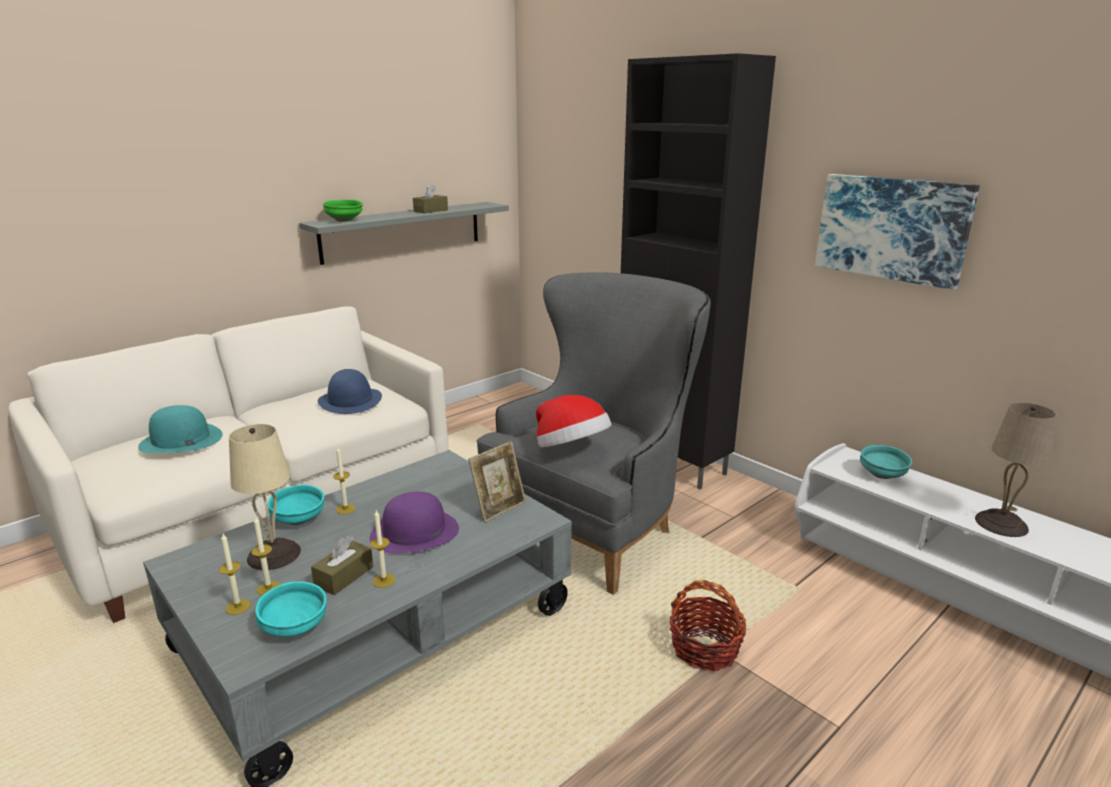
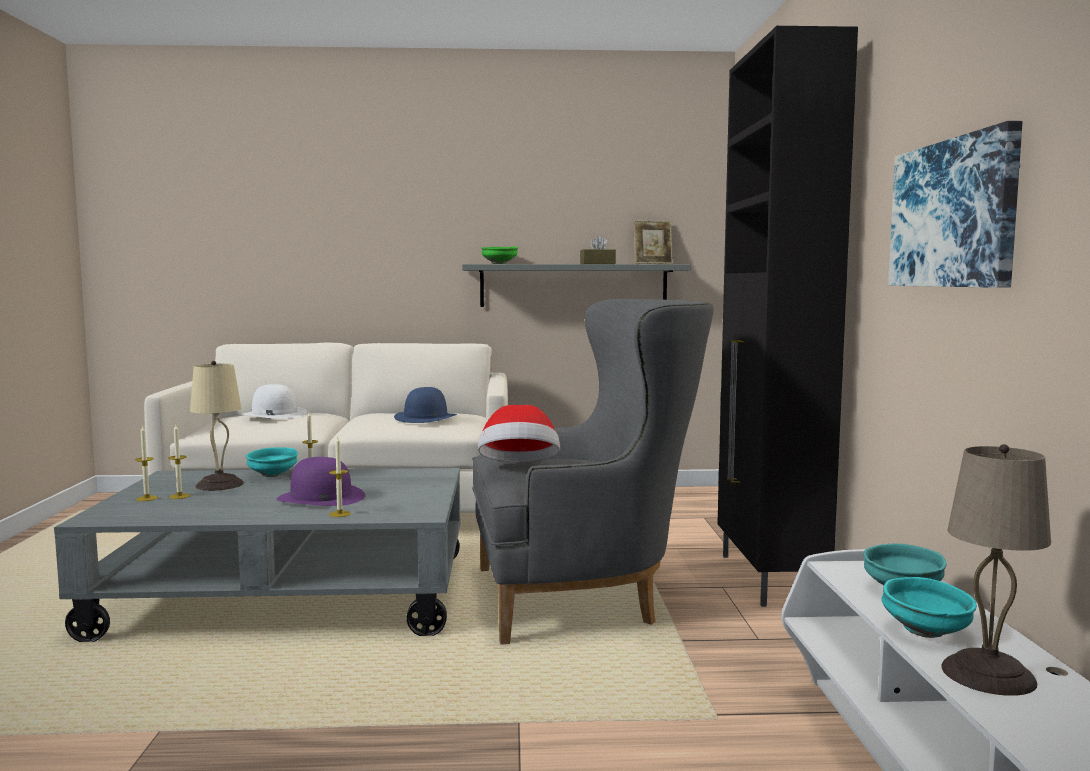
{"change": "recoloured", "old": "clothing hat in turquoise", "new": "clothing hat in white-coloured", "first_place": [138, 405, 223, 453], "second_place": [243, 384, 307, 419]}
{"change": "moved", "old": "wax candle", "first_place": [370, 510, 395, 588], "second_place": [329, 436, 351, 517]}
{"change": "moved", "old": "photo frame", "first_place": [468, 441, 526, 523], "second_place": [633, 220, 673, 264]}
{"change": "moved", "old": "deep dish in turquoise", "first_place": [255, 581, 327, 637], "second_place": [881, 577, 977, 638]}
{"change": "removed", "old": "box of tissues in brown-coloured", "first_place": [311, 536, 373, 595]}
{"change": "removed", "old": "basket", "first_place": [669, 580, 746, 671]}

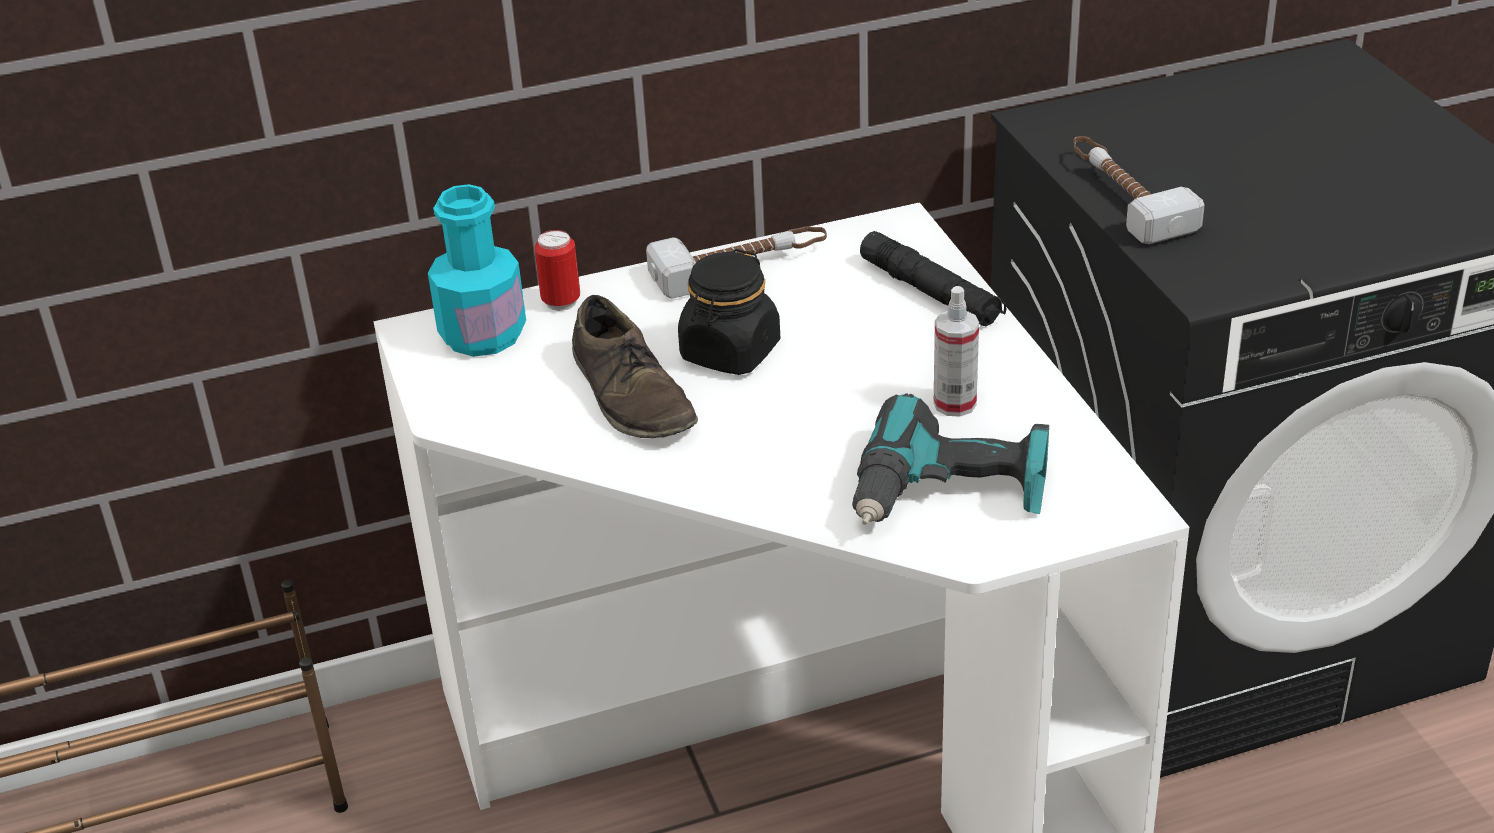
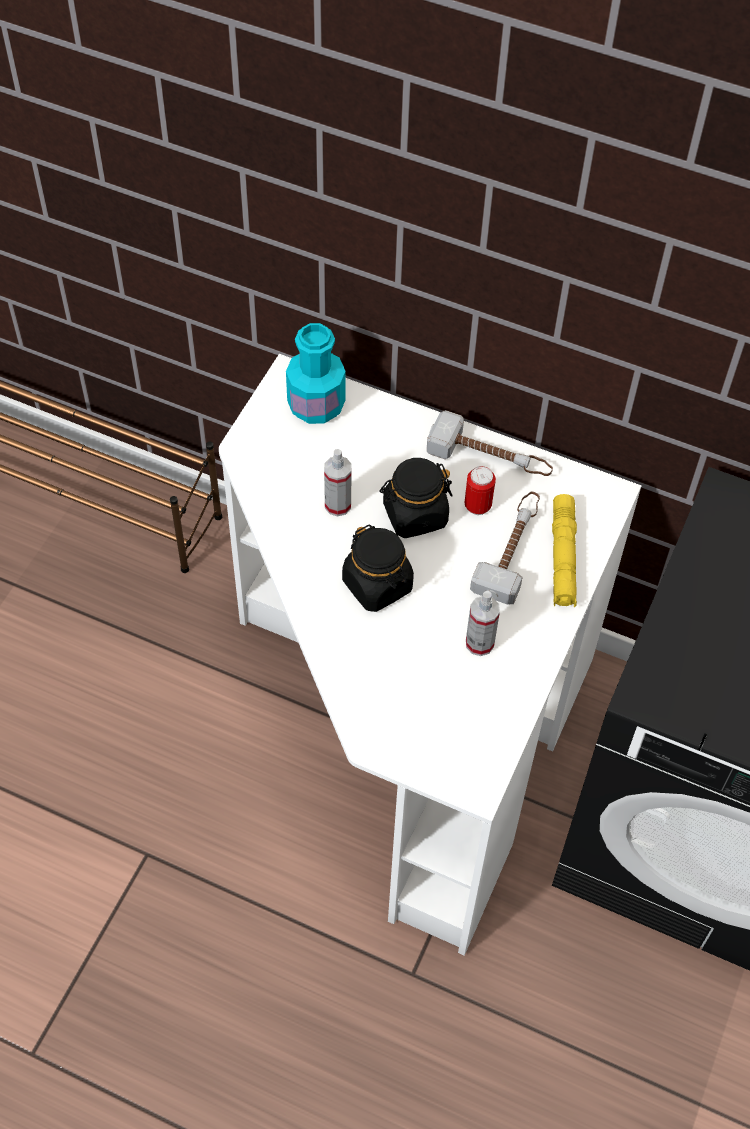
{"change": "replaced", "old": "shoe in brown-coloured", "new": "sprayer", "first_place": [572, 295, 698, 438], "second_place": [324, 449, 352, 517]}
{"change": "added", "new": "preserve jar in blackish", "second_place": [342, 524, 414, 612]}
{"change": "moved", "old": "can", "first_place": [534, 230, 580, 311], "second_place": [464, 466, 496, 515]}
{"change": "moved", "old": "hammer", "first_place": [1074, 136, 1205, 244], "second_place": [470, 492, 540, 605]}
{"change": "recoloured", "old": "hand torch in blackish", "new": "hand torch in yellow-coloured", "first_place": [860, 231, 1007, 326], "second_place": [552, 494, 577, 607]}
{"change": "removed", "old": "power drill", "first_place": [852, 393, 1049, 525]}

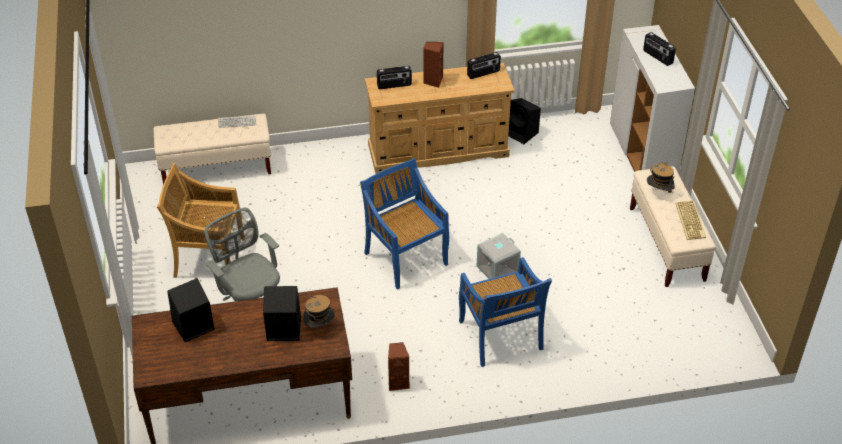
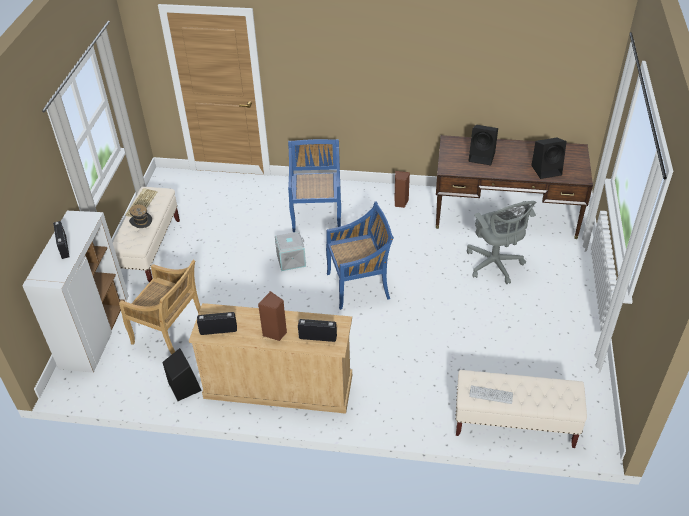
{"change": "moved", "old": "chair in beige", "first_place": [157, 163, 244, 278], "second_place": [119, 260, 201, 355]}
{"change": "turned", "old": "chair in blue-coloured", "first_place": [360, 158, 449, 290], "second_place": [326, 201, 394, 310], "degrees": -90}
{"change": "removed", "old": "clothing hat", "first_place": [303, 294, 335, 328]}

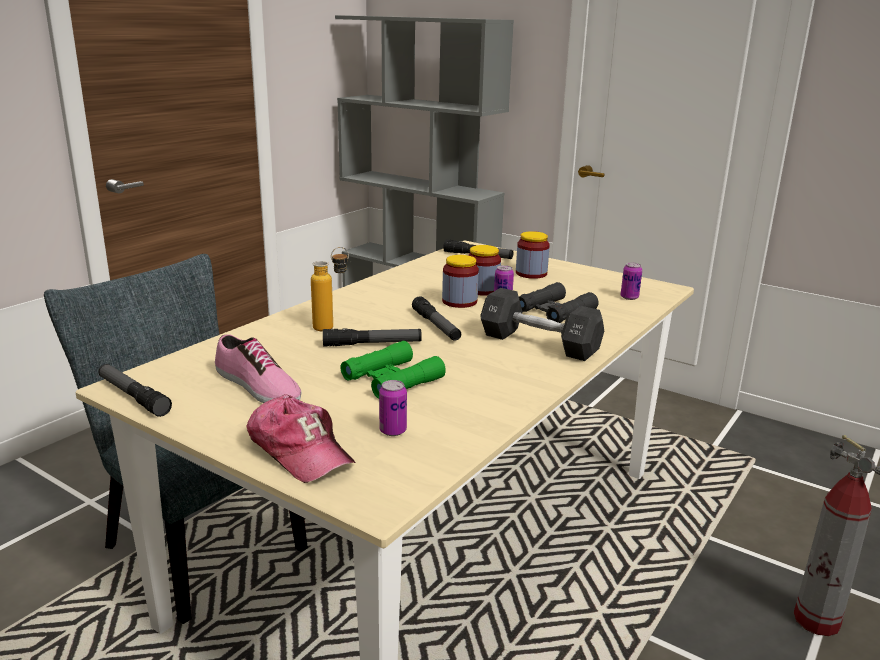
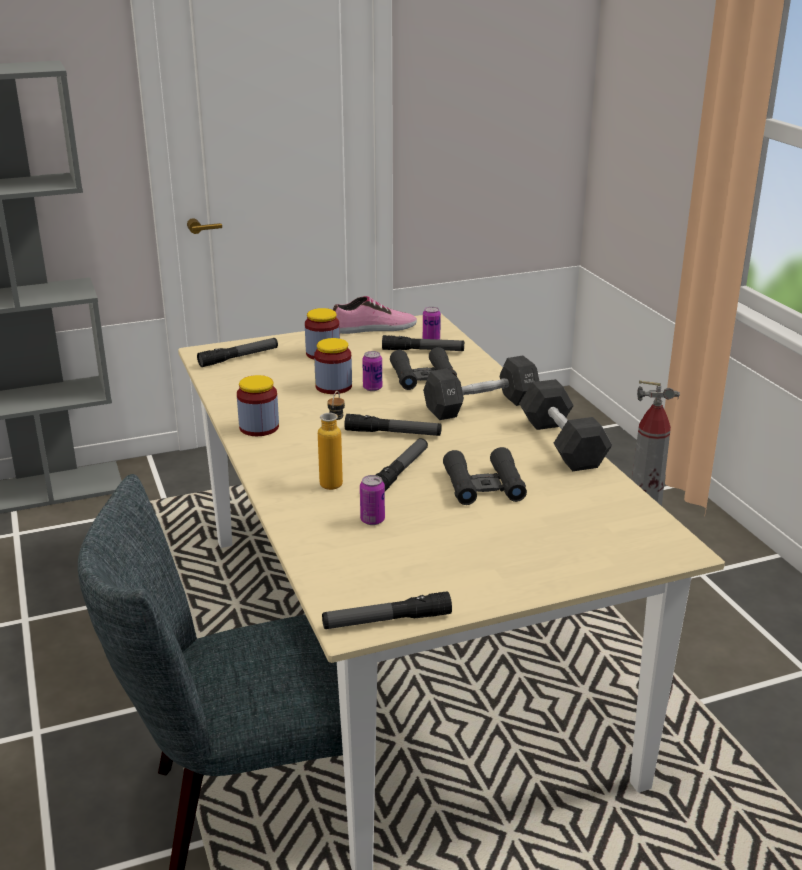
{"change": "moved", "old": "preserve jar", "first_place": [442, 255, 479, 308], "second_place": [237, 375, 279, 436]}
{"change": "moved", "old": "shoe", "first_place": [215, 334, 301, 403], "second_place": [333, 296, 417, 334]}
{"change": "moved", "old": "can", "first_place": [379, 380, 407, 436], "second_place": [360, 475, 385, 525]}
{"change": "added", "new": "hand torch", "second_place": [382, 335, 464, 351]}
{"change": "recoloured", "old": "pair of binoculars in green-coloured", "new": "pair of binoculars in blackish", "first_place": [340, 341, 446, 398], "second_place": [443, 447, 527, 505]}
{"change": "added", "new": "dumbbell in blackish", "second_place": [519, 379, 612, 471]}
{"change": "removed", "old": "peaked cap", "first_place": [246, 394, 355, 483]}

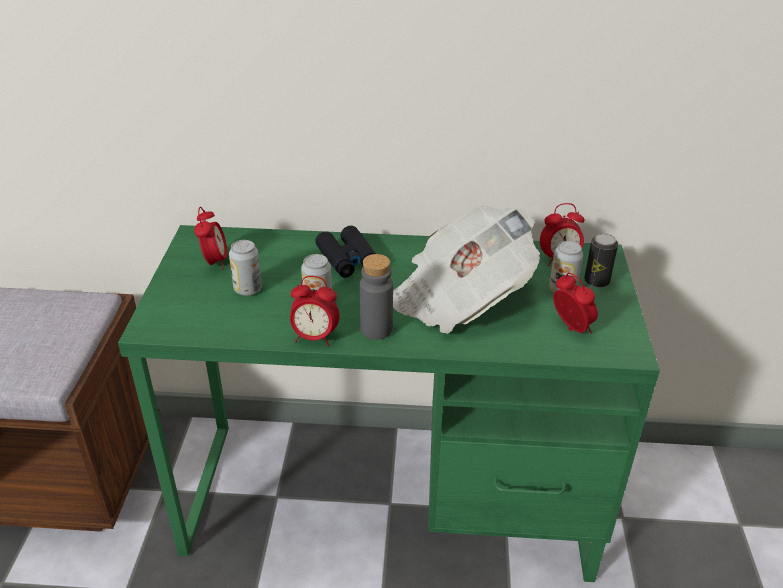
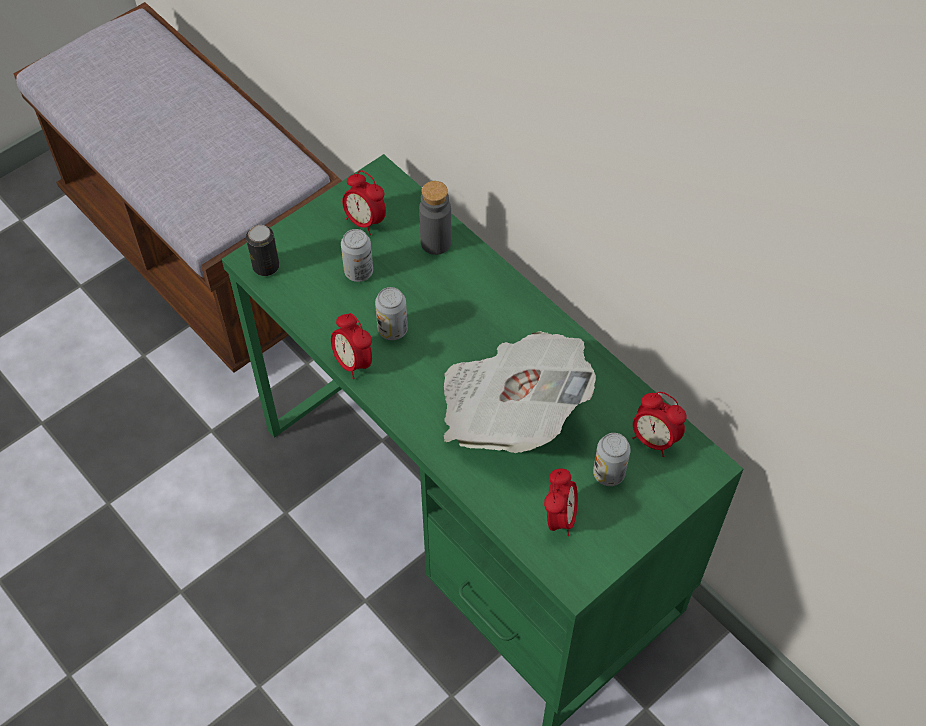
{"change": "moved", "old": "can", "first_place": [584, 233, 618, 288], "second_place": [246, 225, 280, 276]}
{"change": "turned", "old": "bedside clock", "first_place": [194, 207, 227, 270], "second_place": [342, 171, 386, 235], "degrees": 90}
{"change": "moved", "old": "drink bottle in grey", "first_place": [360, 254, 393, 340], "second_place": [419, 181, 452, 255]}
{"change": "removed", "old": "pair of binoculars in blackish", "first_place": [315, 226, 376, 278]}

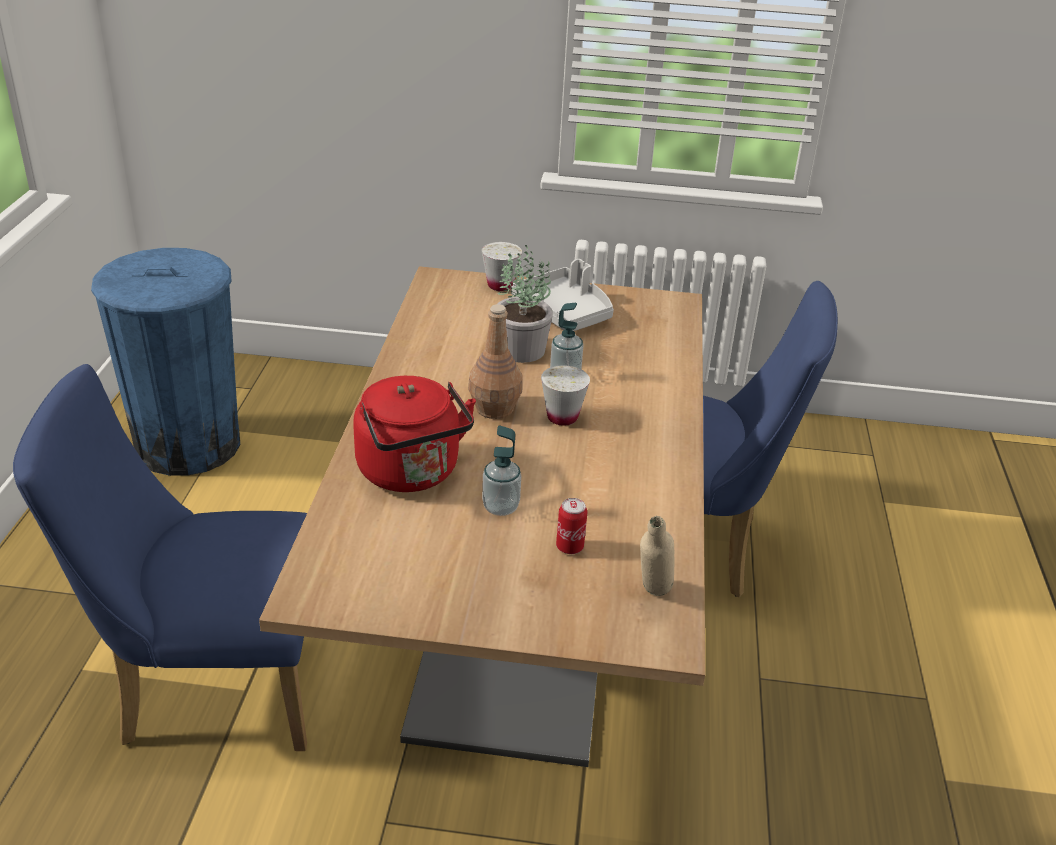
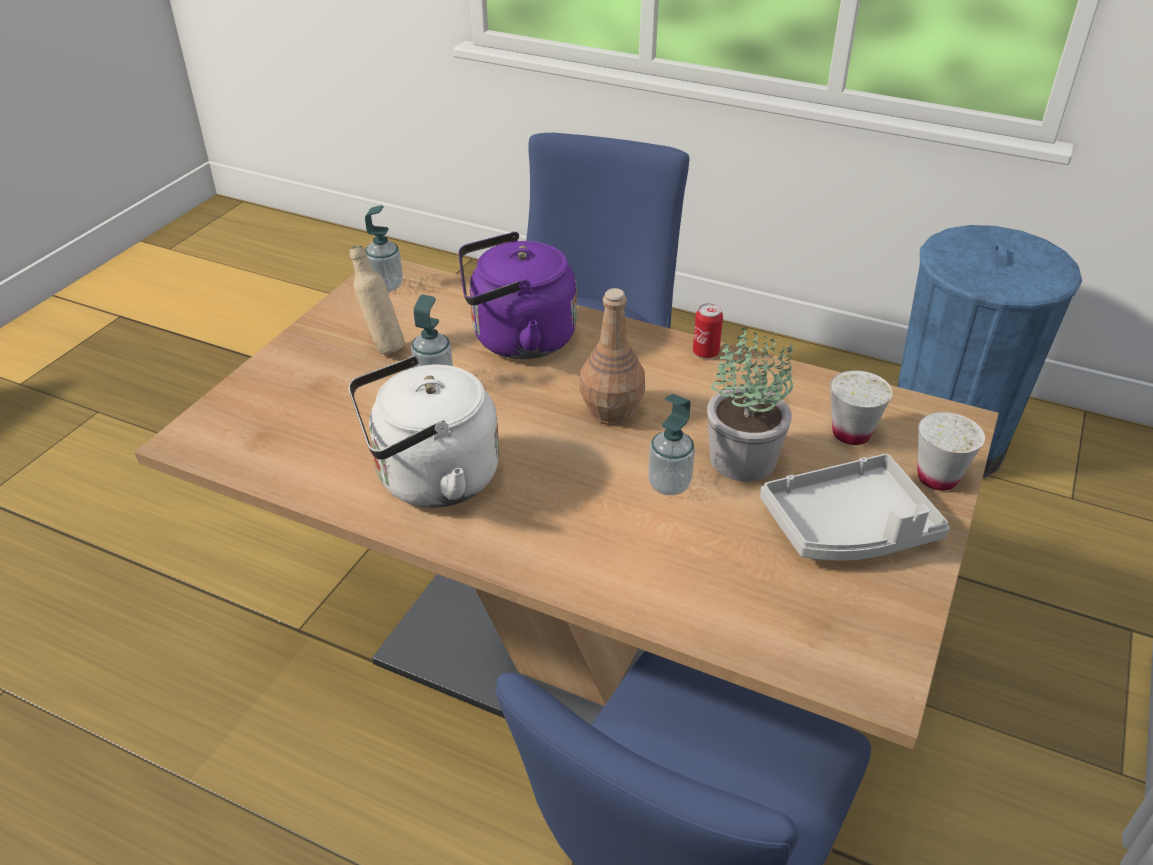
{"change": "added", "new": "kettle in white-coloured", "second_place": [349, 356, 499, 508]}
{"change": "moved", "old": "drink bottle in beige", "first_place": [640, 516, 674, 596], "second_place": [350, 245, 405, 354]}
{"change": "added", "new": "soap bottle", "second_place": [365, 205, 403, 292]}
{"change": "recoloured", "old": "kettle in red-coloured", "new": "kettle in purple-coloured", "first_place": [353, 376, 476, 492], "second_place": [458, 232, 577, 359]}
{"change": "moved", "old": "can", "first_place": [556, 498, 588, 554], "second_place": [693, 303, 723, 359]}
{"change": "moved", "old": "small cup in white-coloured", "first_place": [541, 365, 590, 426], "second_place": [830, 371, 893, 445]}

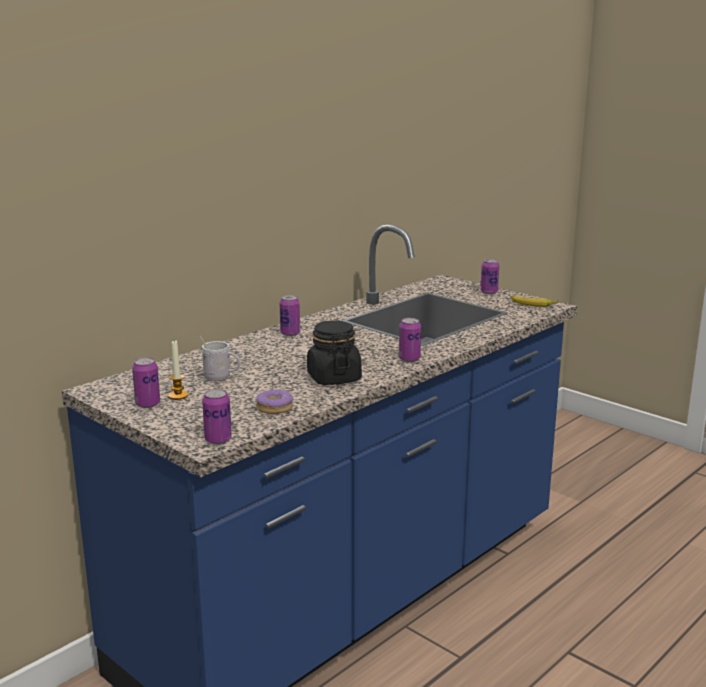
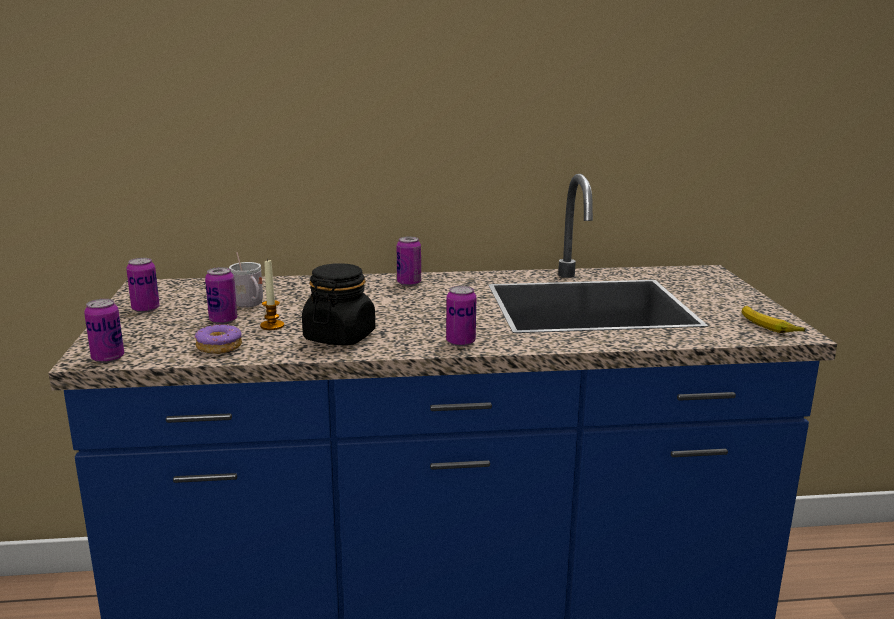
{"change": "moved", "old": "can", "first_place": [480, 259, 499, 294], "second_place": [205, 267, 237, 324]}
{"change": "moved", "old": "wax candle", "first_place": [168, 341, 188, 400], "second_place": [260, 259, 284, 330]}

